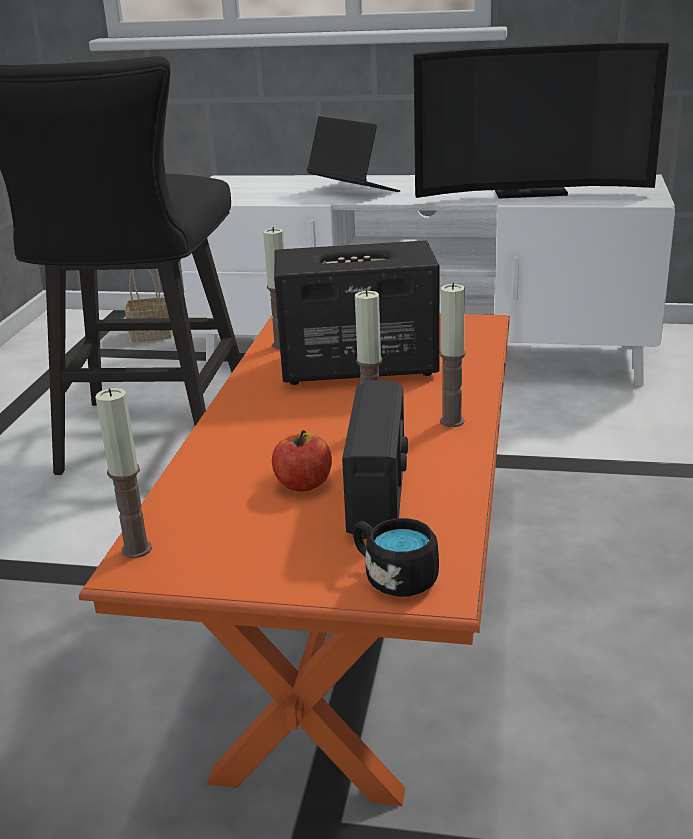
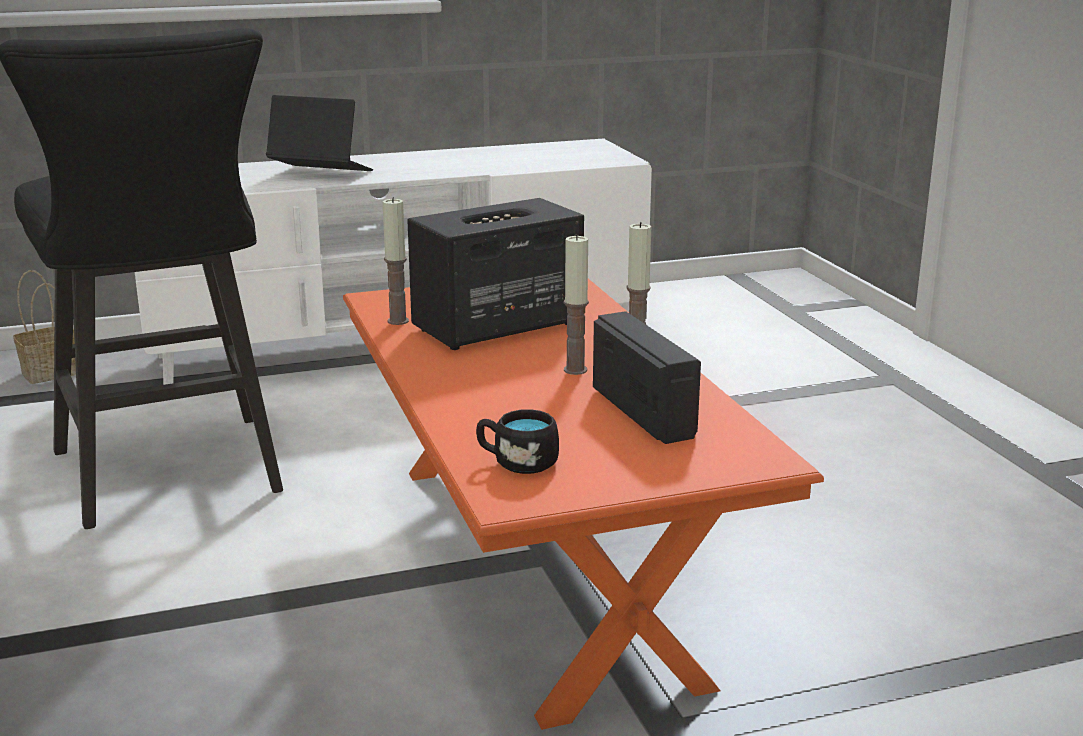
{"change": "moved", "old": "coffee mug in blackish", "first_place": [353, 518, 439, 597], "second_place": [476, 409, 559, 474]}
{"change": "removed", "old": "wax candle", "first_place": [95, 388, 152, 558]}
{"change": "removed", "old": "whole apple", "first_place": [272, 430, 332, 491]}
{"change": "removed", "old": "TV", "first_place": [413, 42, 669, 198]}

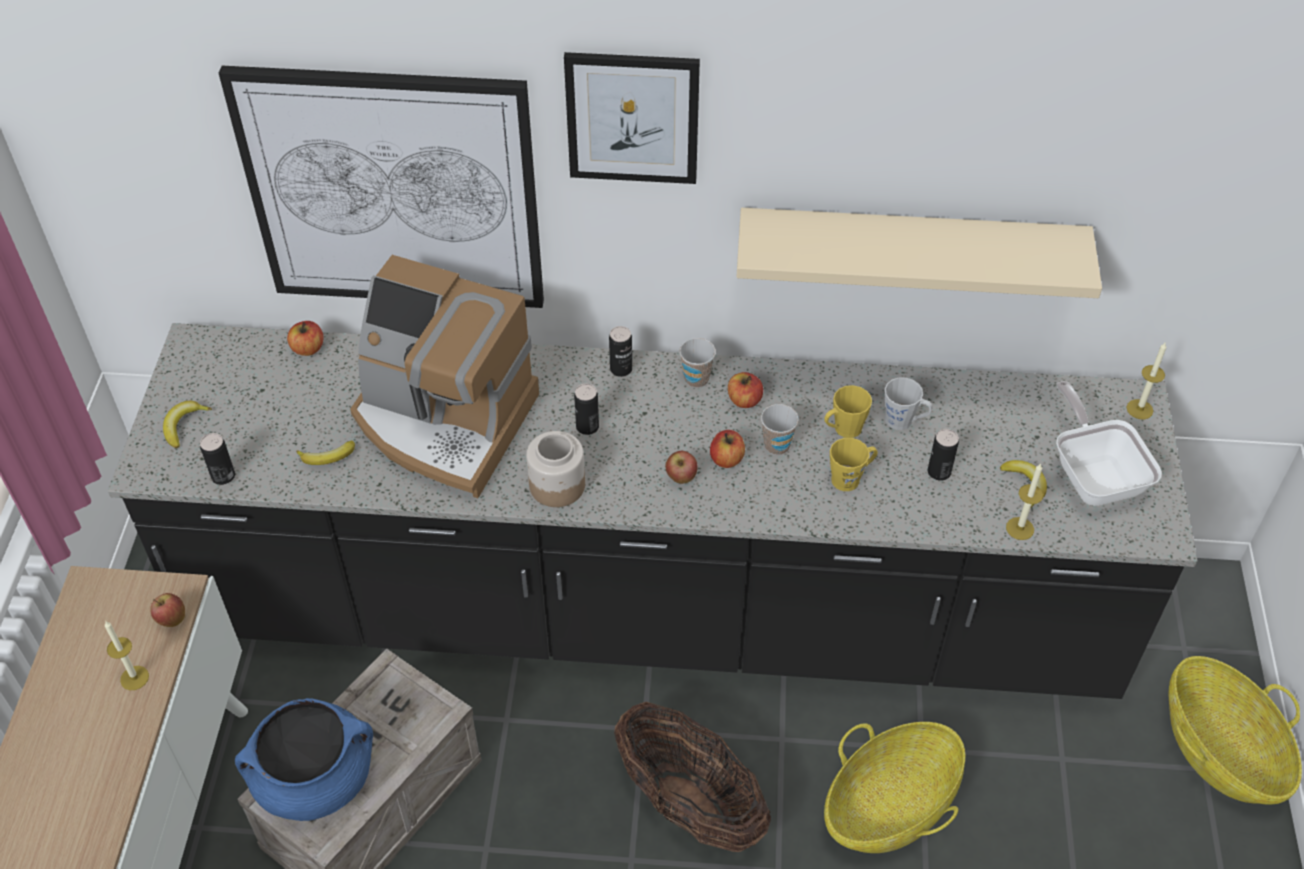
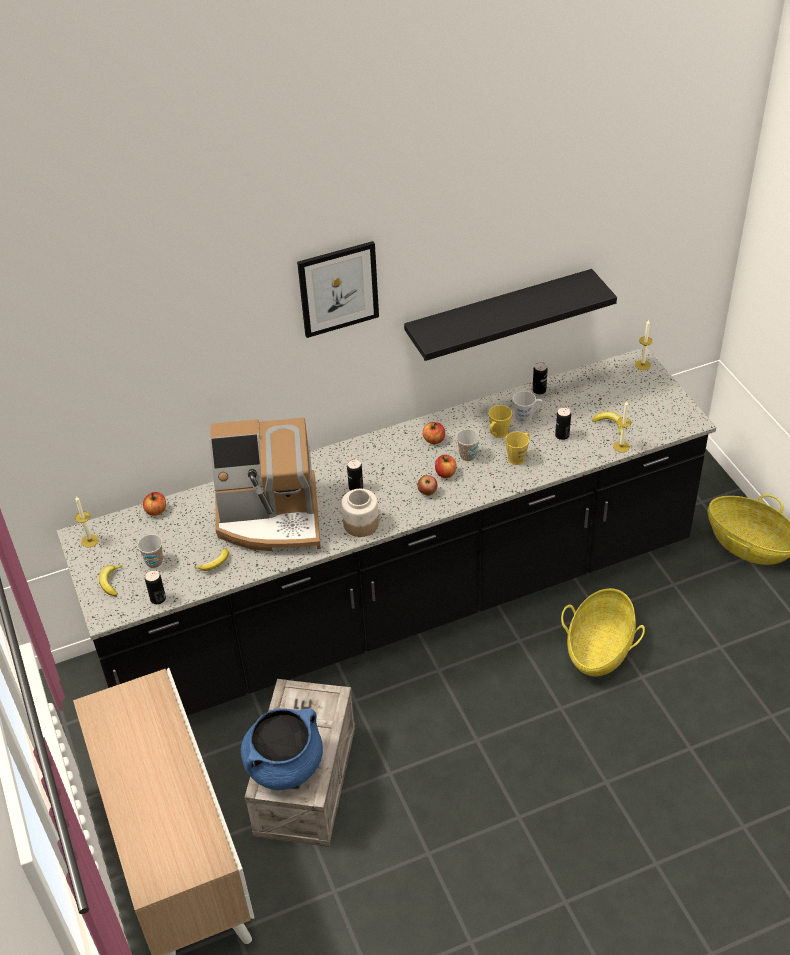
{"change": "moved", "old": "wax candle", "first_place": [105, 621, 149, 690], "second_place": [75, 496, 98, 548]}
{"change": "moved", "old": "small cup", "first_place": [679, 338, 716, 388], "second_place": [138, 534, 163, 568]}
{"change": "recoloured", "old": "shelf in beige", "new": "shelf in blackish", "first_place": [736, 208, 1102, 298], "second_place": [404, 269, 617, 361]}
{"change": "moved", "old": "can", "first_place": [609, 326, 632, 377], "second_place": [533, 362, 548, 394]}
{"change": "removed", "old": "whole apple", "first_place": [150, 593, 185, 627]}
{"change": "removed", "old": "wall picture", "first_place": [219, 66, 544, 308]}
{"change": "removed", "old": "basket", "first_place": [614, 702, 771, 852]}
{"change": "removed", "old": "pan", "first_place": [1056, 381, 1162, 506]}

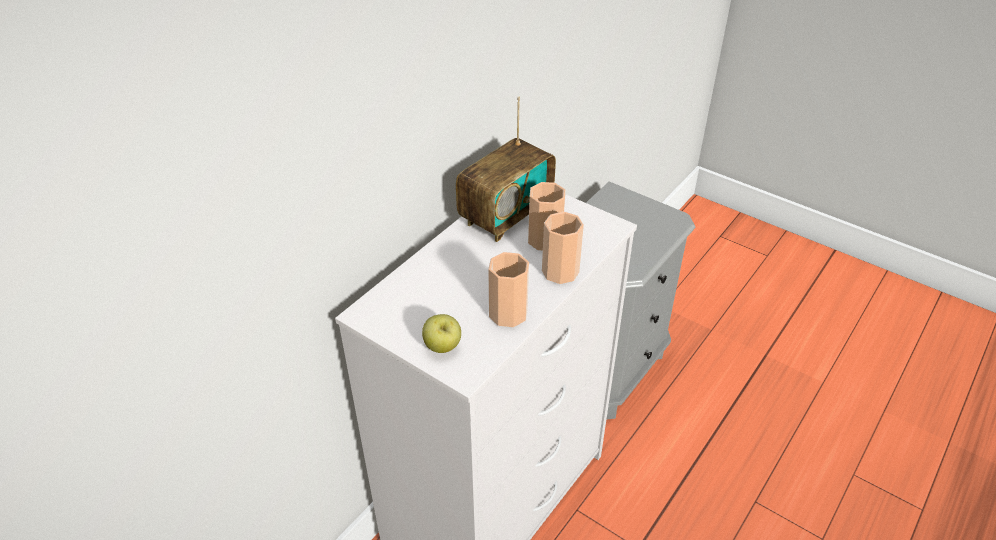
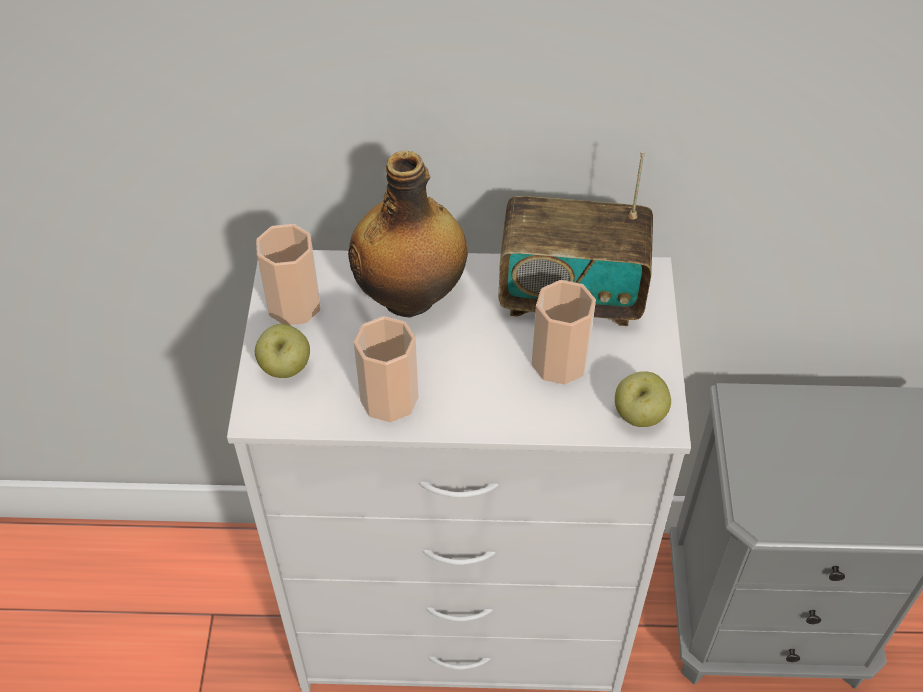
{"change": "moved", "old": "small cup", "first_place": [542, 212, 584, 284], "second_place": [256, 224, 321, 325]}
{"change": "added", "new": "drink bottle", "second_place": [348, 151, 468, 318]}
{"change": "added", "new": "whole apple", "second_place": [615, 371, 671, 427]}

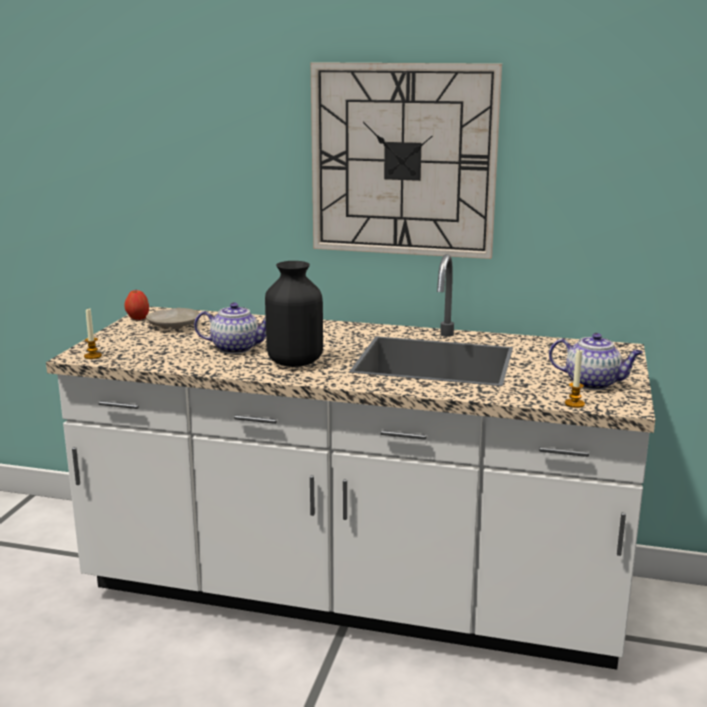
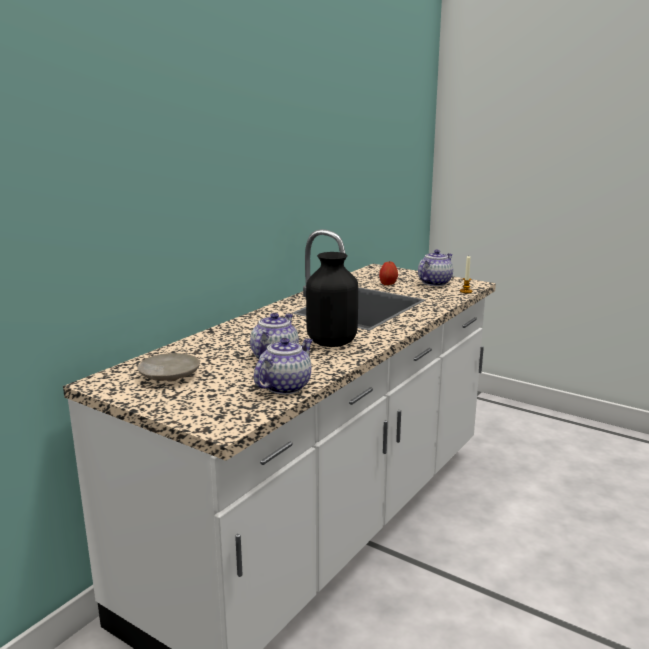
{"change": "added", "new": "pot for tea", "second_place": [254, 338, 312, 395]}
{"change": "moved", "old": "whole apple", "first_place": [124, 290, 149, 320], "second_place": [379, 262, 398, 285]}
{"change": "removed", "old": "wax candle", "first_place": [84, 309, 102, 359]}
{"change": "removed", "old": "clock on the wall", "first_place": [311, 62, 502, 259]}

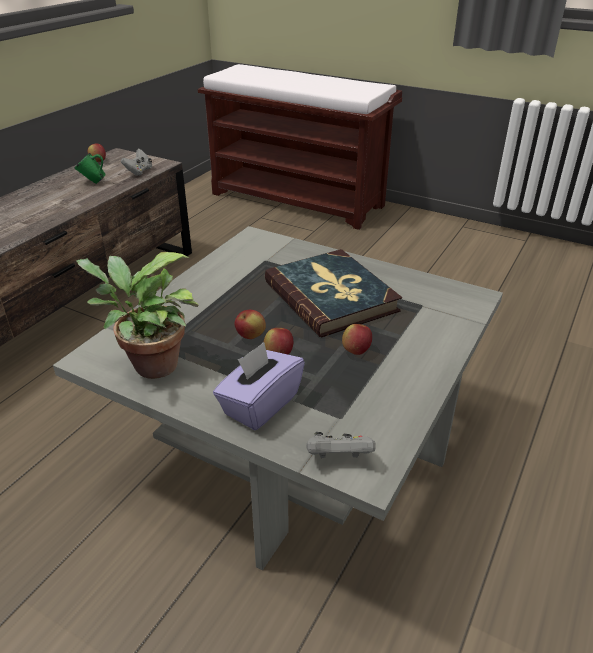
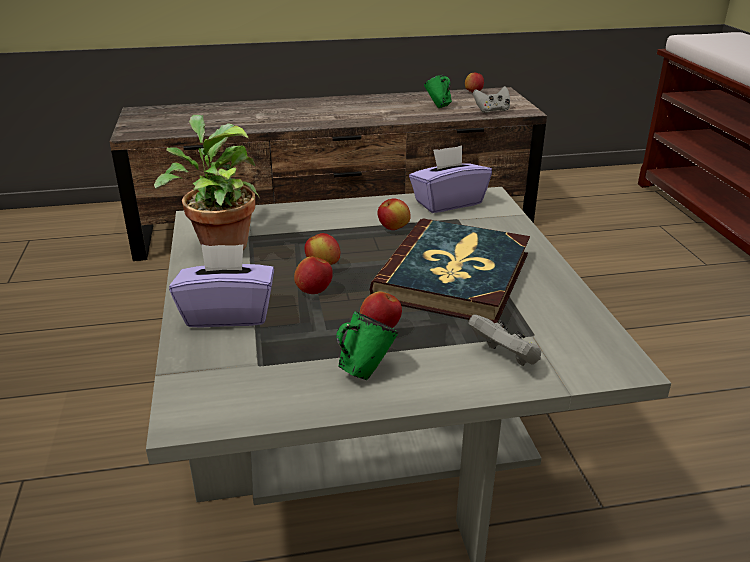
{"change": "added", "new": "coffee mug in green-coloured", "second_place": [336, 312, 398, 380]}
{"change": "added", "new": "whole apple", "second_place": [377, 198, 411, 230]}
{"change": "added", "new": "box of tissues in purple-coloured", "second_place": [409, 145, 492, 213]}
{"change": "moved", "old": "game controller in grey", "first_place": [306, 432, 376, 458], "second_place": [468, 314, 541, 366]}

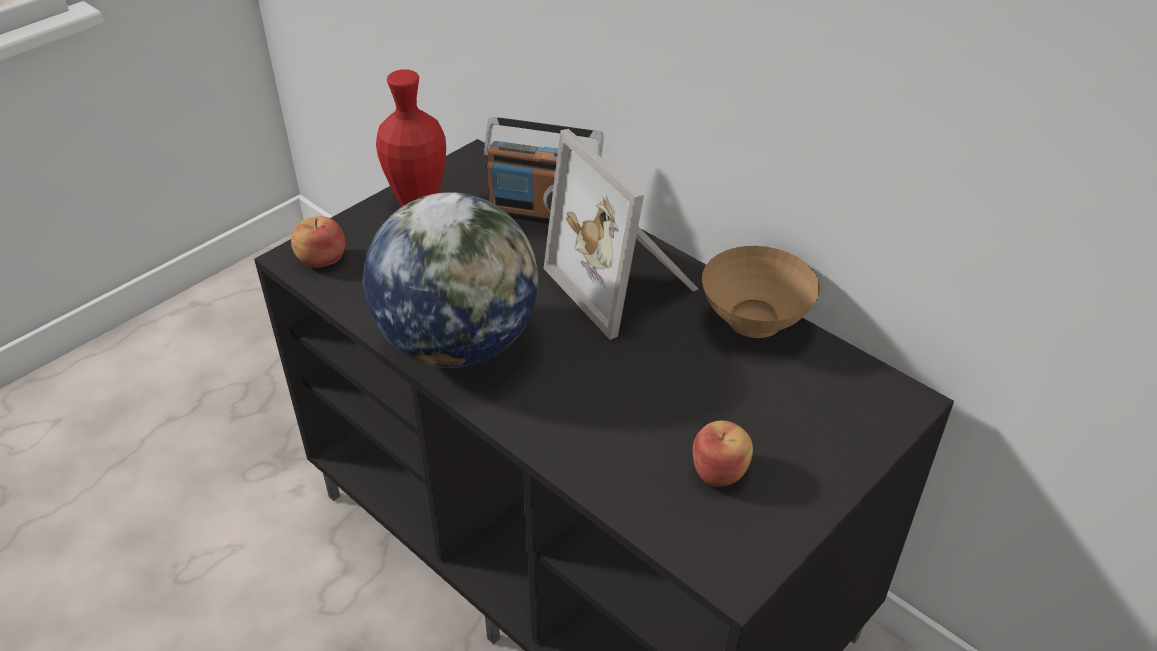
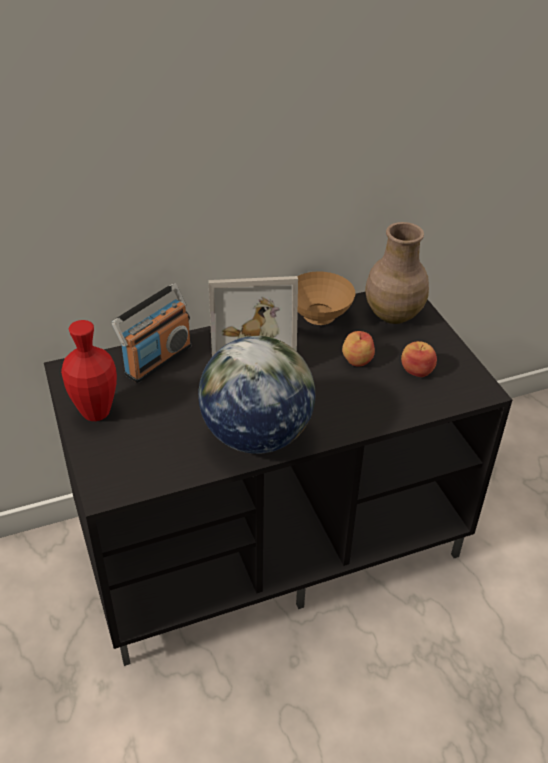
{"change": "moved", "old": "whole apple", "first_place": [291, 216, 345, 268], "second_place": [342, 331, 375, 367]}
{"change": "added", "new": "decorative vase in brown-coloured", "second_place": [365, 222, 429, 324]}

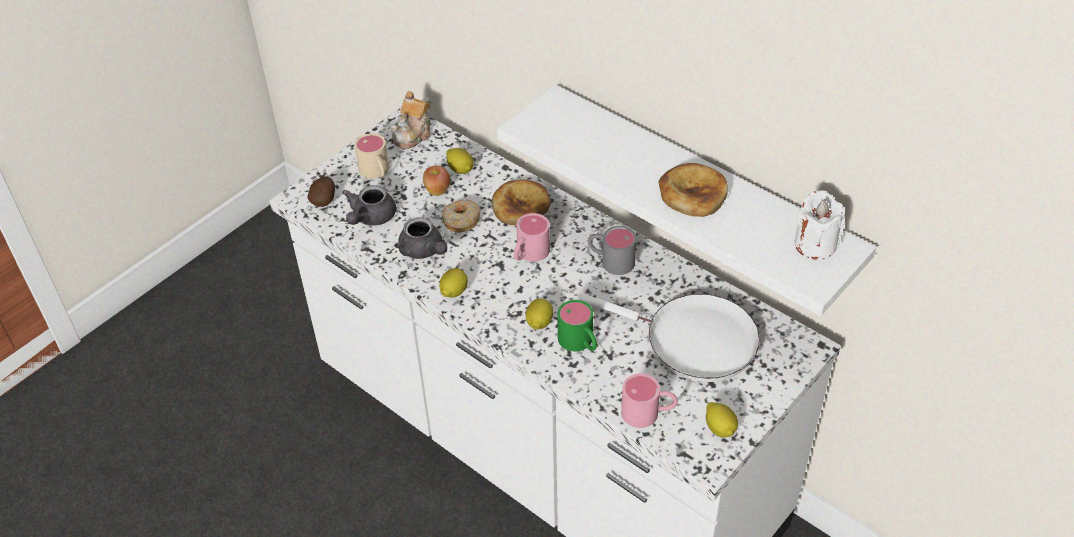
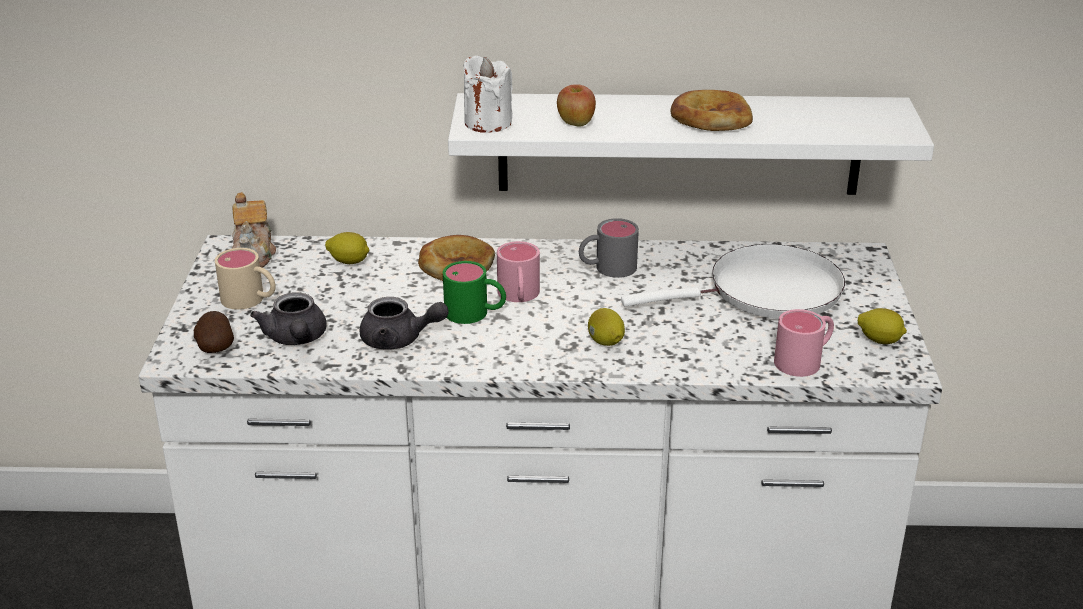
{"change": "moved", "old": "coffee mug in green-coloured", "first_place": [558, 300, 597, 351], "second_place": [443, 261, 506, 324]}
{"change": "moved", "old": "wax candle in white-coloured", "first_place": [795, 190, 845, 260], "second_place": [463, 55, 513, 133]}
{"change": "moved", "old": "whole apple", "first_place": [423, 165, 450, 196], "second_place": [557, 84, 596, 127]}
{"change": "removed", "old": "citrus fruit", "first_place": [439, 268, 468, 298]}
{"change": "removed", "old": "doughnut", "first_place": [442, 199, 481, 233]}

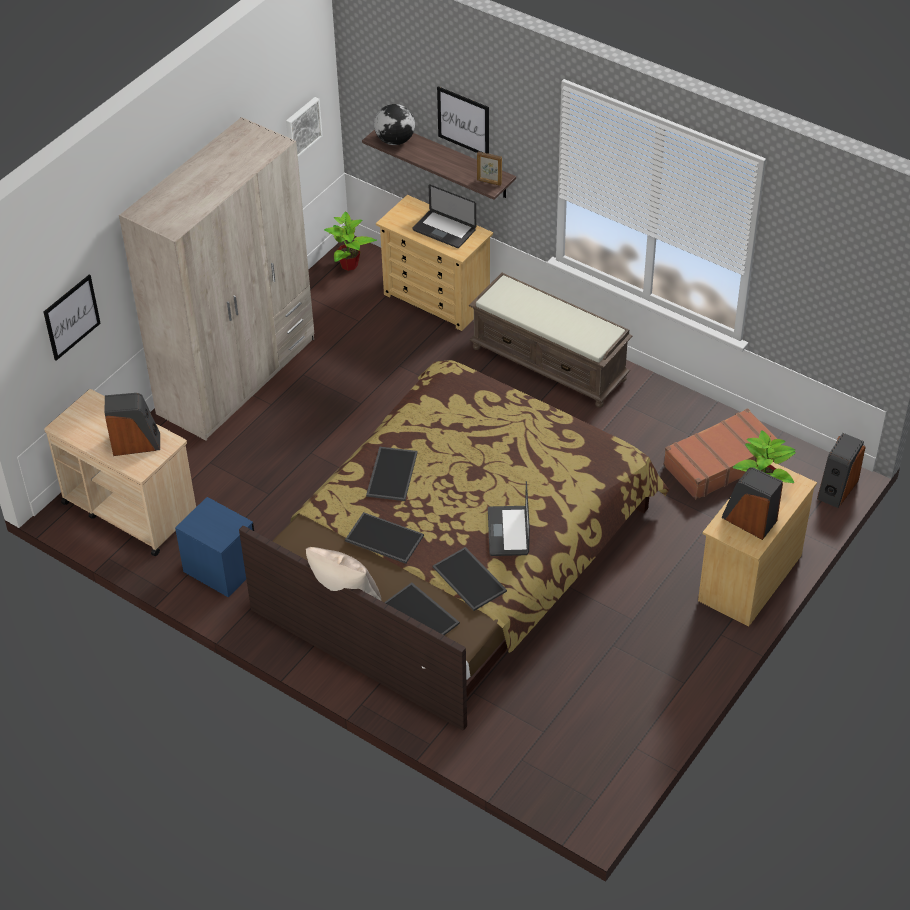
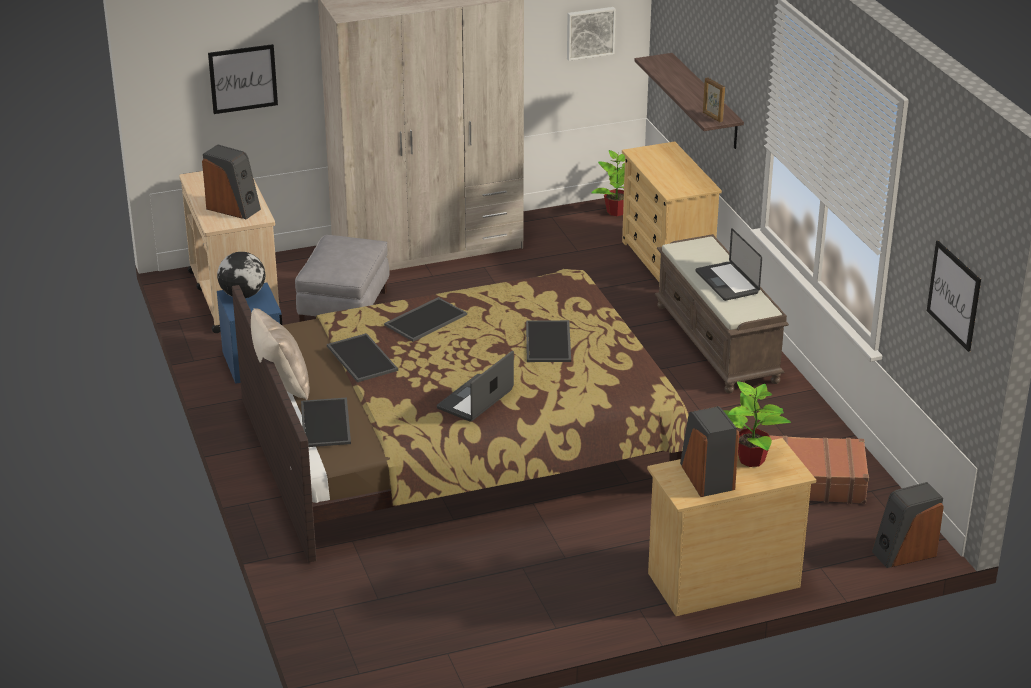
{"change": "moved", "old": "desk globe", "first_place": [374, 104, 415, 145], "second_place": [217, 252, 265, 298]}
{"change": "added", "new": "pouffe in grey", "second_place": [295, 235, 389, 322]}
{"change": "moved", "old": "serving tray", "first_place": [433, 547, 507, 611], "second_place": [526, 320, 571, 362]}
{"change": "moved", "old": "notebook computer", "first_place": [412, 184, 476, 248], "second_place": [696, 228, 762, 301]}
{"change": "moved", "old": "wall picture", "first_place": [437, 86, 489, 154], "second_place": [927, 241, 981, 352]}

